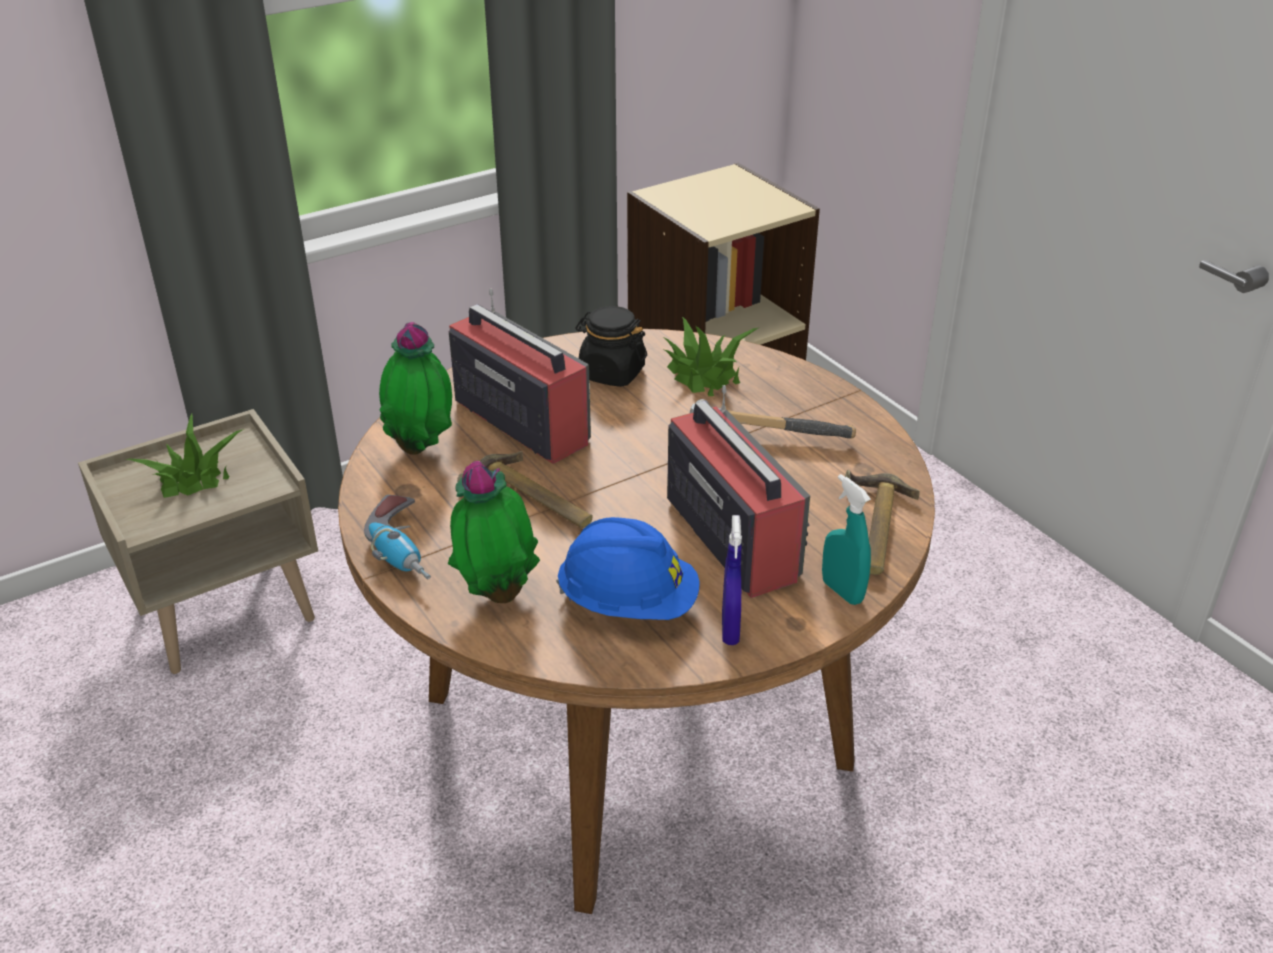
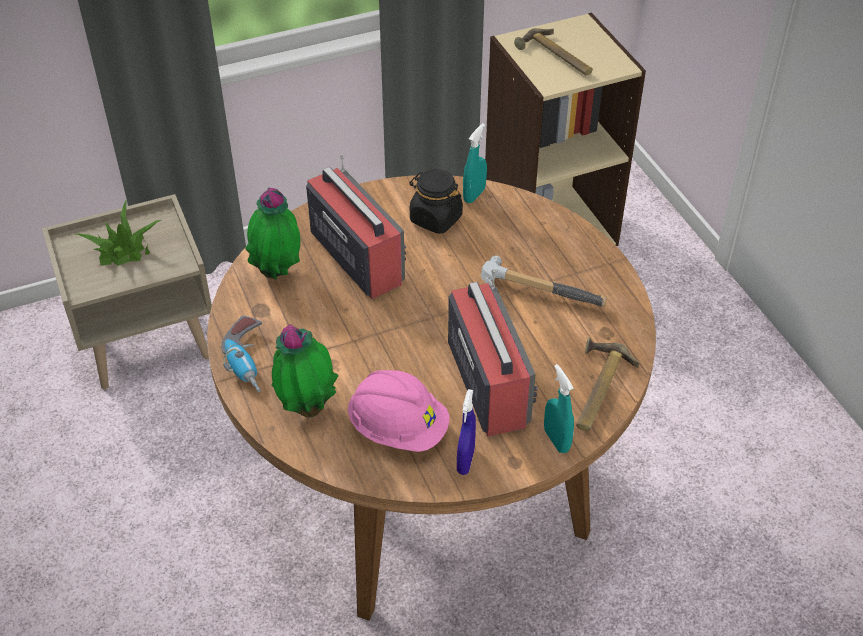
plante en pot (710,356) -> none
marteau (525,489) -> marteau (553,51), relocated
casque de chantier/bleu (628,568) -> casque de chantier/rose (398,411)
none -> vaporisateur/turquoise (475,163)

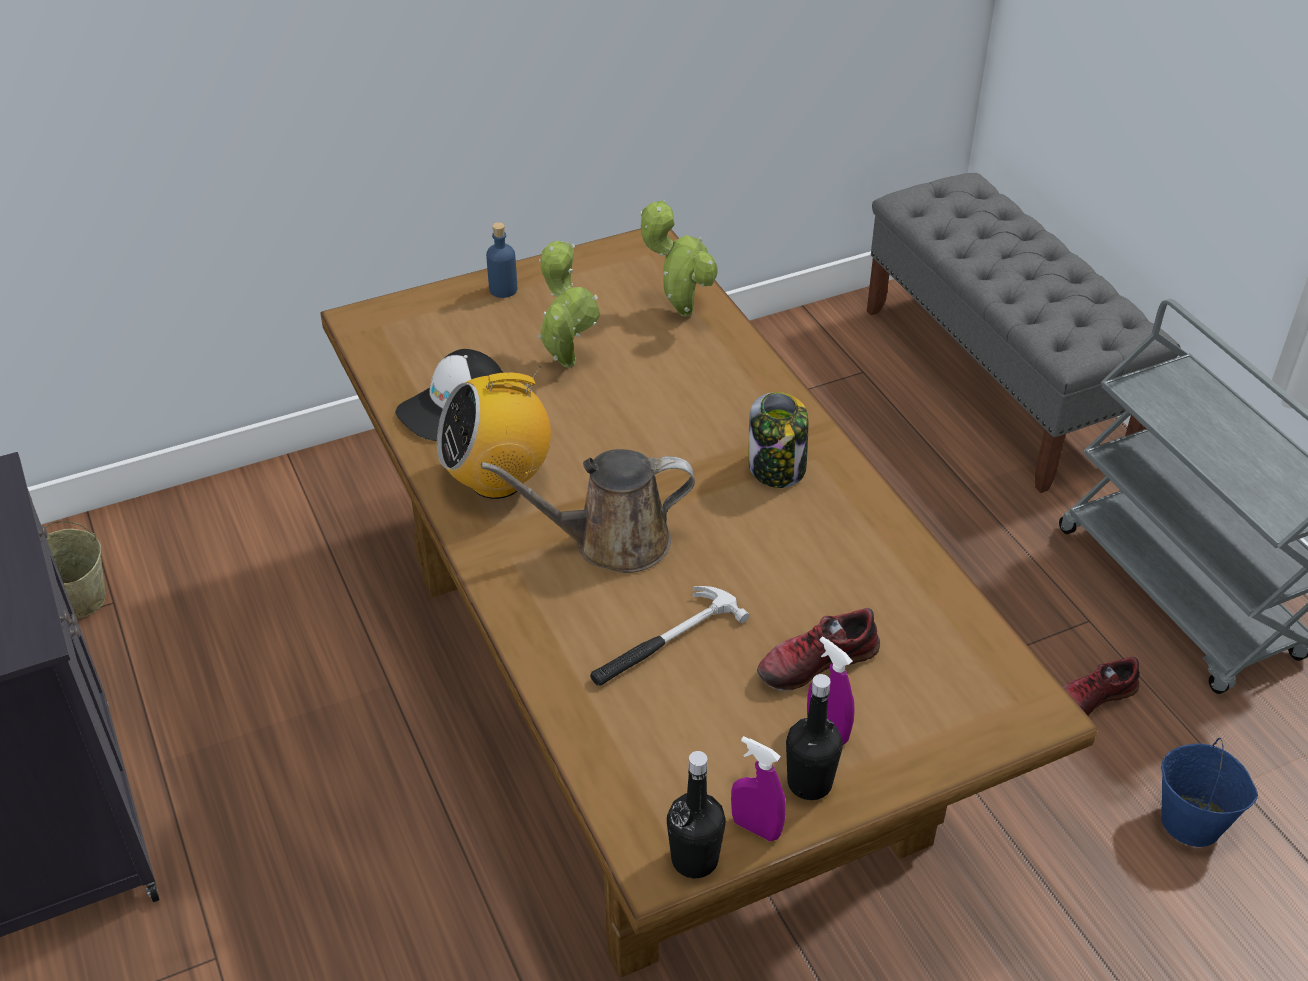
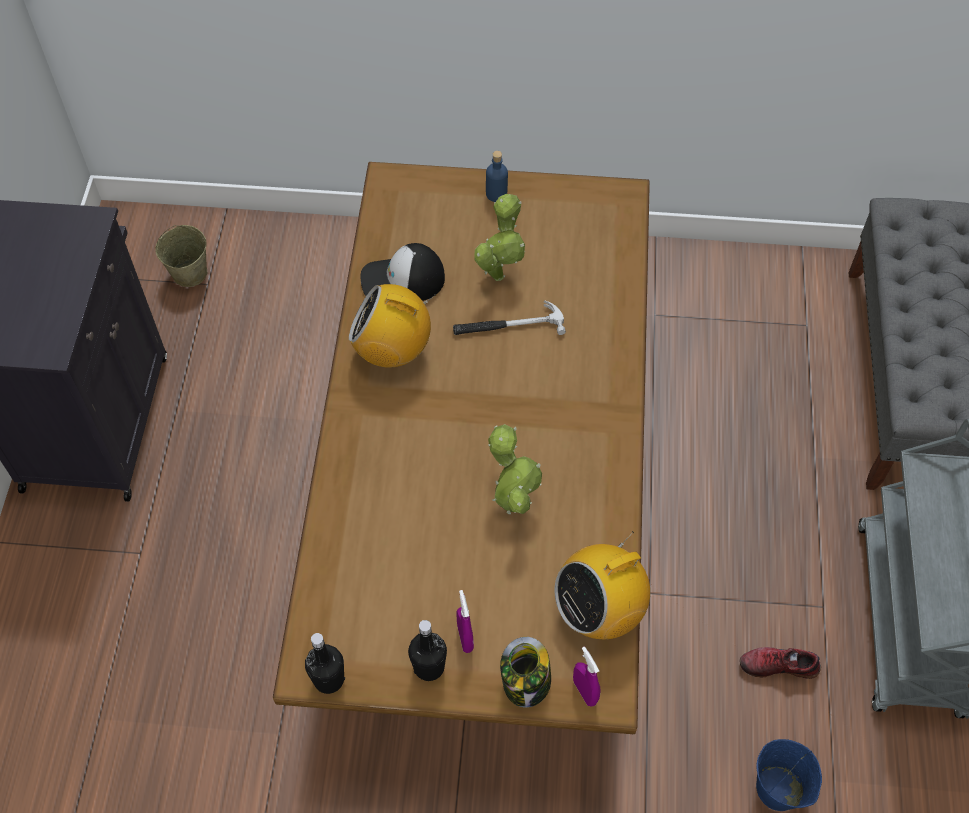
plante en pot (678,258) -> plante en pot (515,469), relocated
bocal (778,440) -> bocal (525,672), relocated
arrosoir/marron (588,511) -> none
marteau (669,636) -> marteau (509,317), relocated
chaussure (818,649) -> none
vaporisateur/violet (758,788) -> vaporisateur/violet (586,677), relocated
none -> radio (602,585)

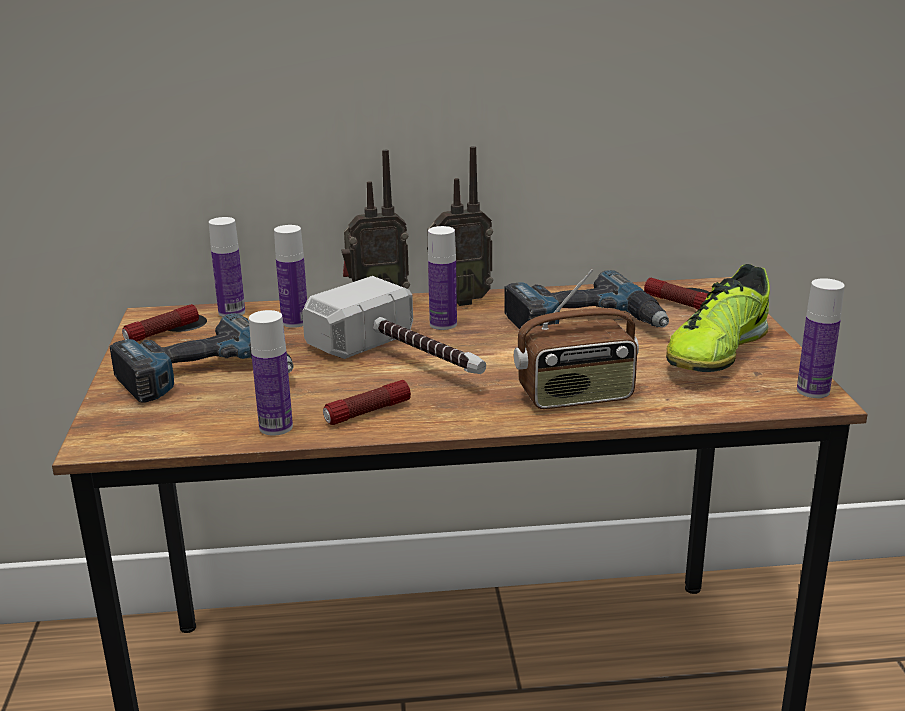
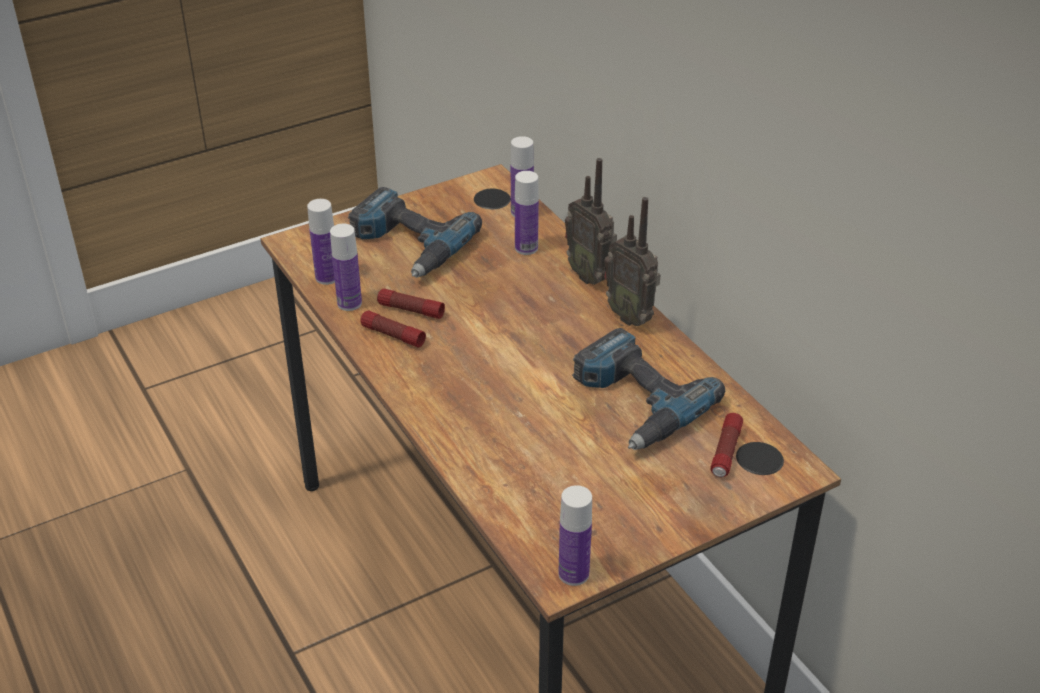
bouteille (442,278) -> bouteille (321,242), relocated
chaussure (718,318) -> none
radio (576,339) -> none
marteau (394,325) -> none
lampe de poche (160,323) -> lampe de poche (411,304), relocated

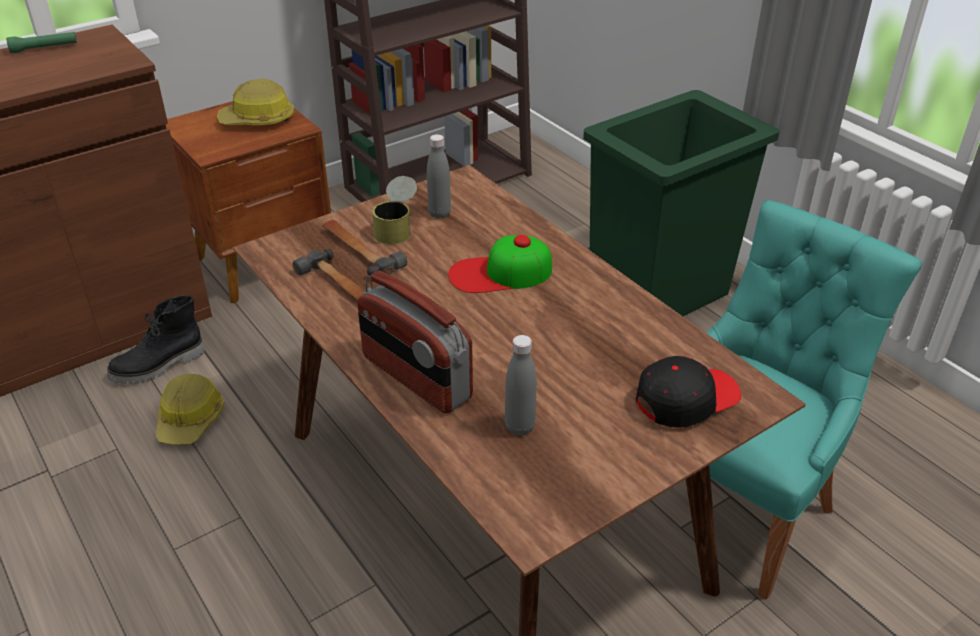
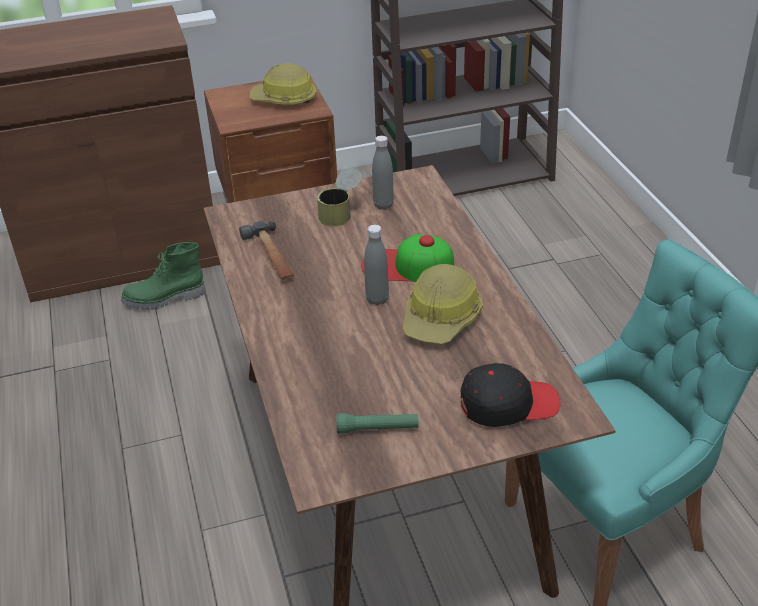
lampe de poche/vert (41,42) -> lampe de poche/vert (377,423), relocated
poubelle/vert (681,203) -> none
marteau (364,248) -> none
radio (415,342) -> none
botte/noir (156,339) -> botte/vert (163,276)
bouteille/gris (521,385) -> bouteille/gris (376,265), relocated
casque de chantier (190,409) -> casque de chantier (443,304), relocated

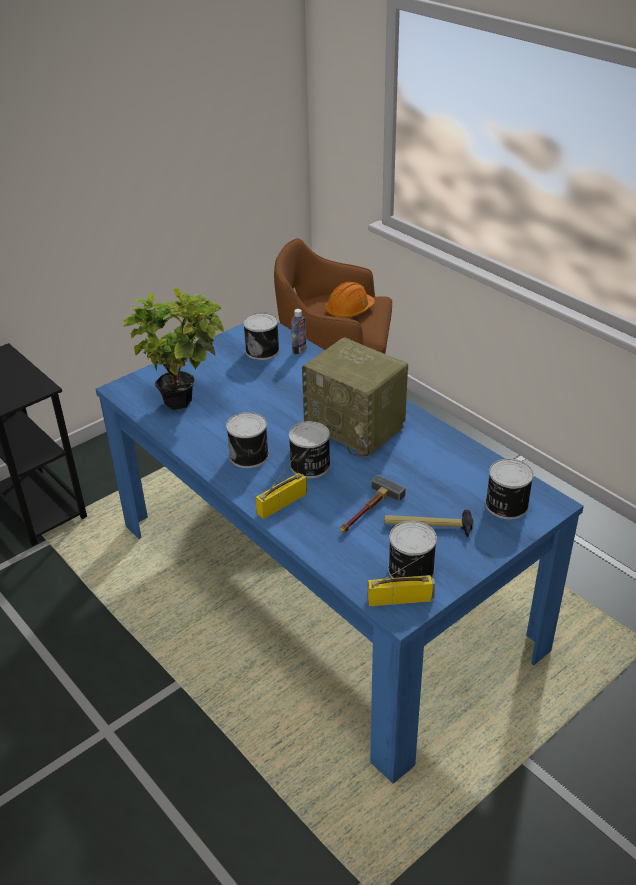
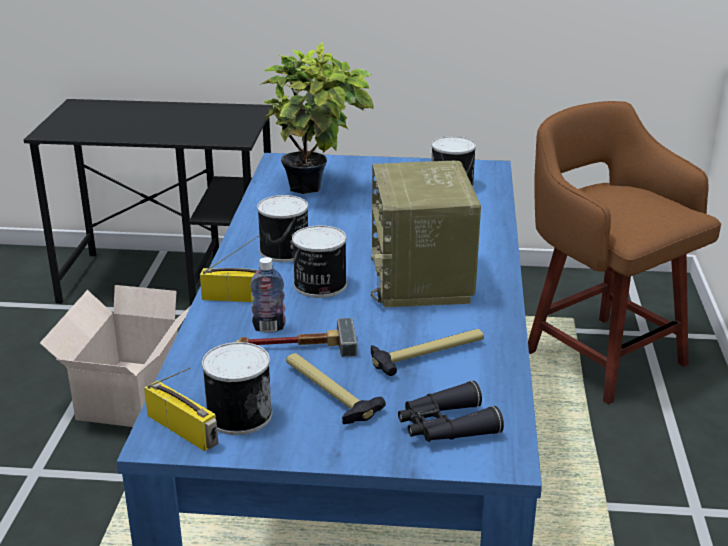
casque de chantier/orange (350,300) -> none
bouteille (299,332) -> bouteille (268,294), relocated
boîte métallique (509,489) -> jumelles/noir (451,411)
none -> carton (115,356)
none -> marteau (427,352)

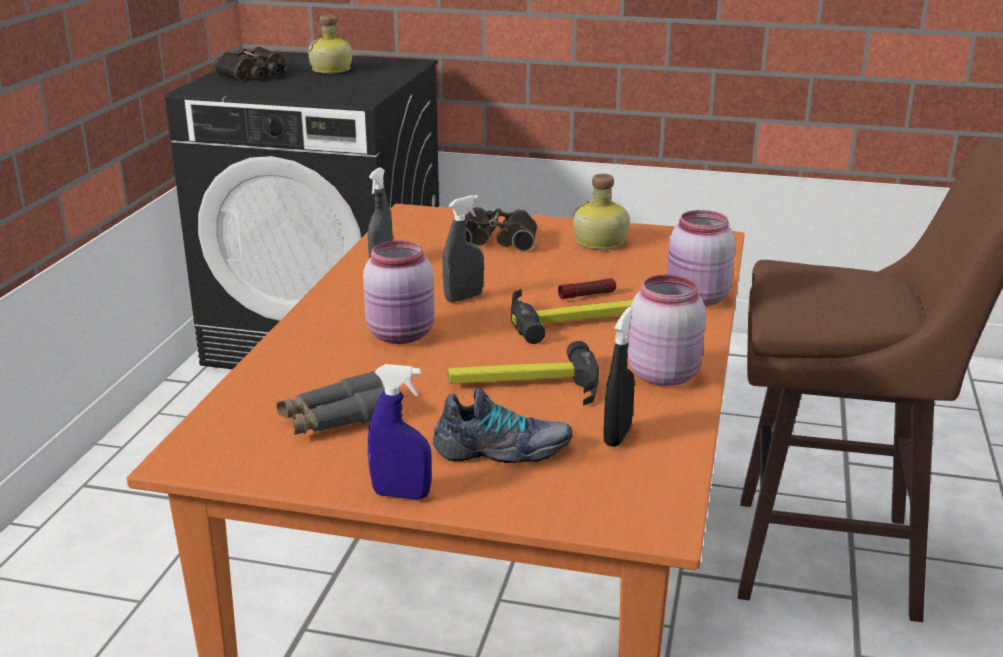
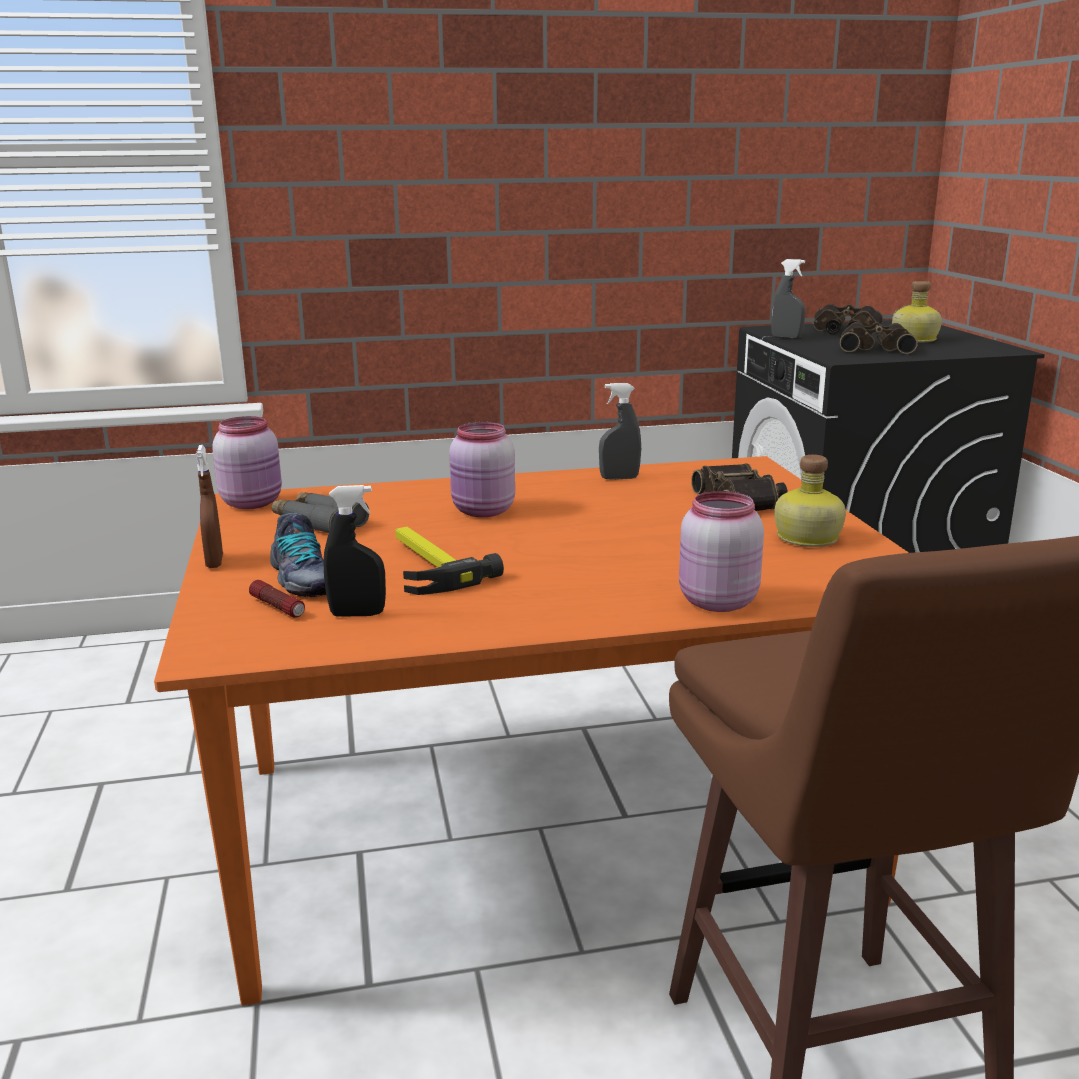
vaporisateur/gris (463,248) -> vaporisateur/gris (788,299), relocated
bocal/rose (667,330) -> bocal/rose (247,462), relocated
lampe de poche (587,288) -> lampe de poche (277,599), relocated
marteau (572,316) -> none
vaporisateur/bleu (400,432) -> vaporisateur/marron (209,506)
none -> jumelles (878,338)

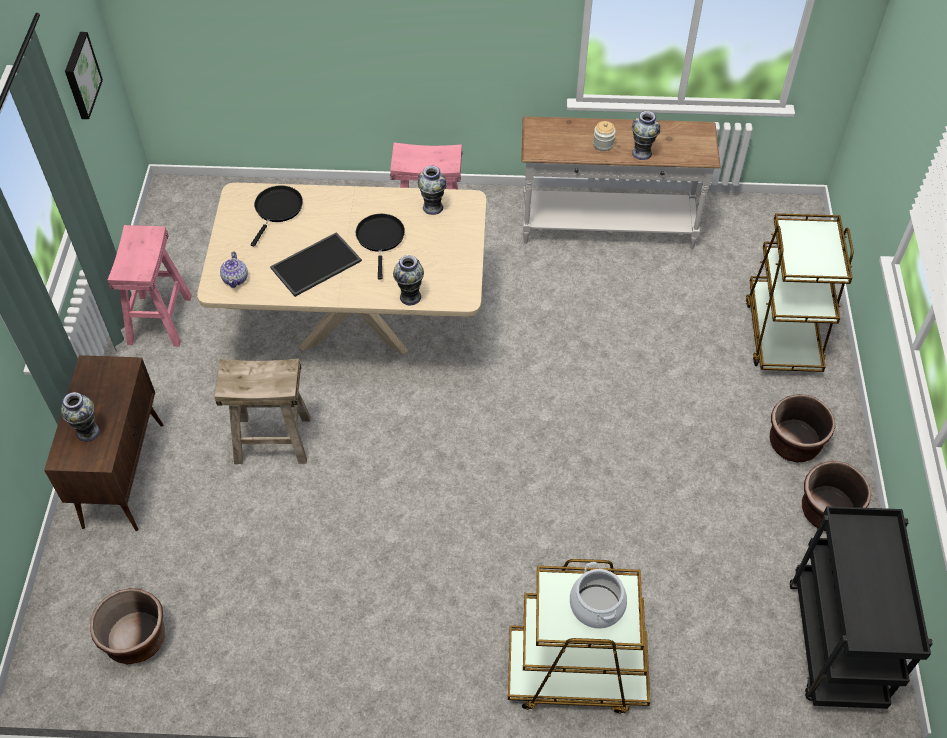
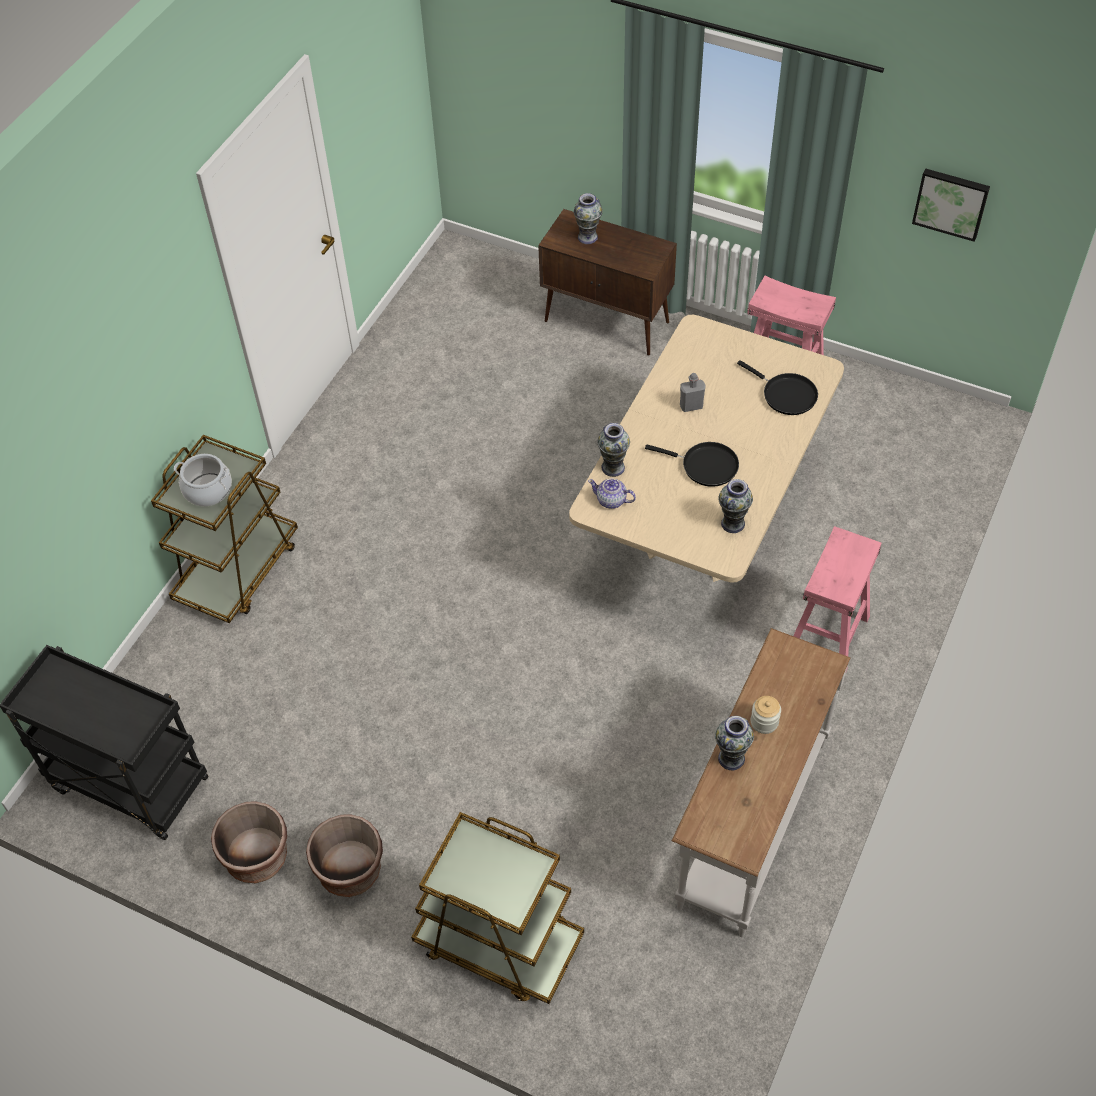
plateau (316,264) -> bouteille/gris (693,392)
théière (234,269) -> théière (612,493), relocated
tabouret/beige (262,411) -> none
cache-pot/marron (127,626) -> none

